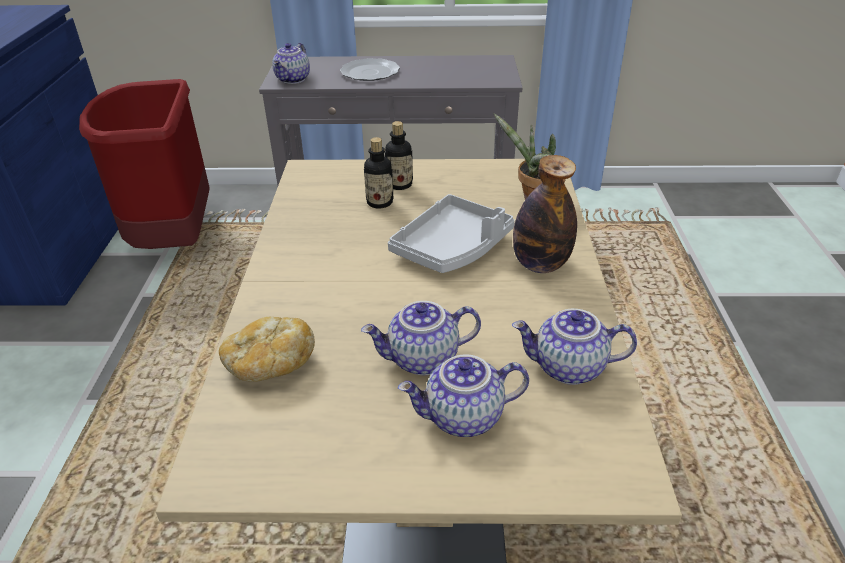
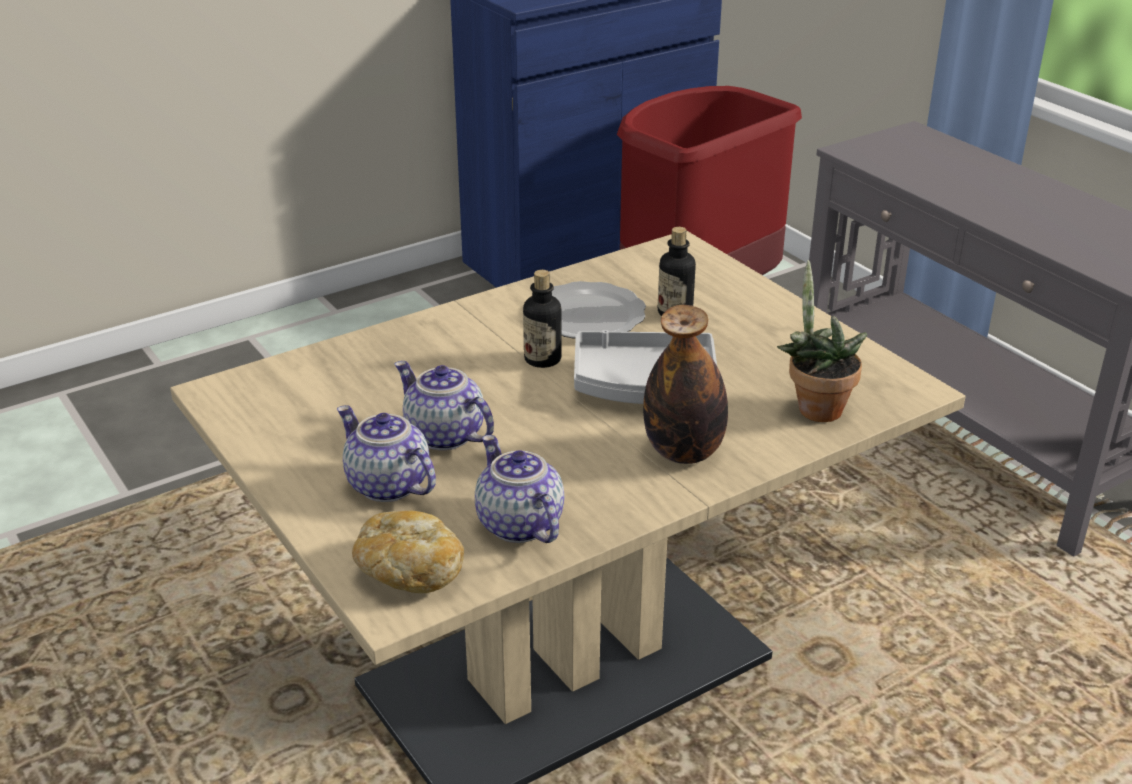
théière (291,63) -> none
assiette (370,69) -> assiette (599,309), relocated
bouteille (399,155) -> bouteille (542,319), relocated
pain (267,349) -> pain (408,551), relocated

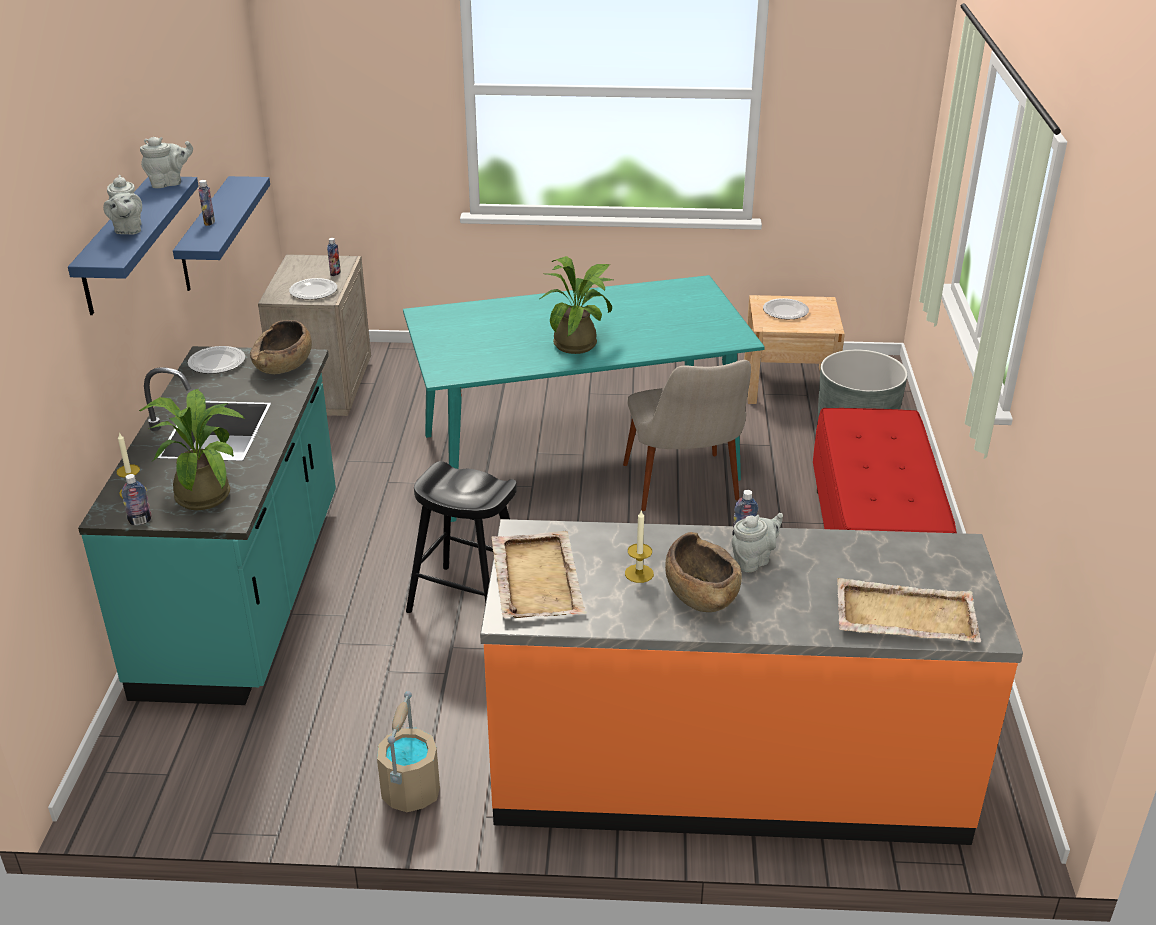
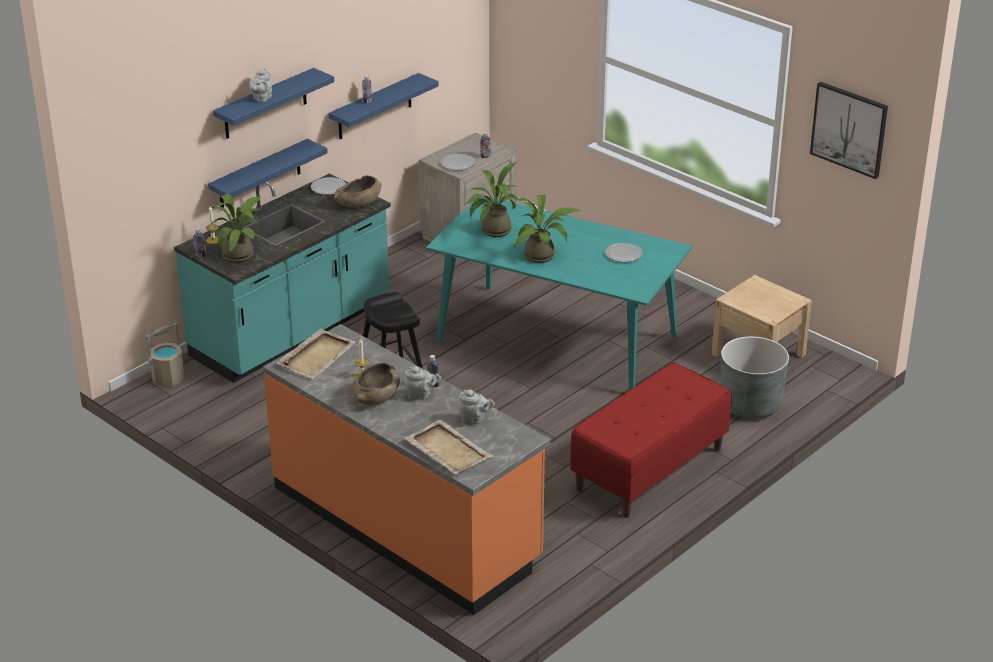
théière/gris (166,162) -> théière/gris (476,406), relocated
assiette (786,308) -> assiette (624,252), relocated
chaise/beige (687,435) -> none
seau/beige (408,751) -> seau/beige (165,354), relocated
none -> tableau (849,130)
none -> étagère/bleu (268,173)
none -> plante en pot (491,200)

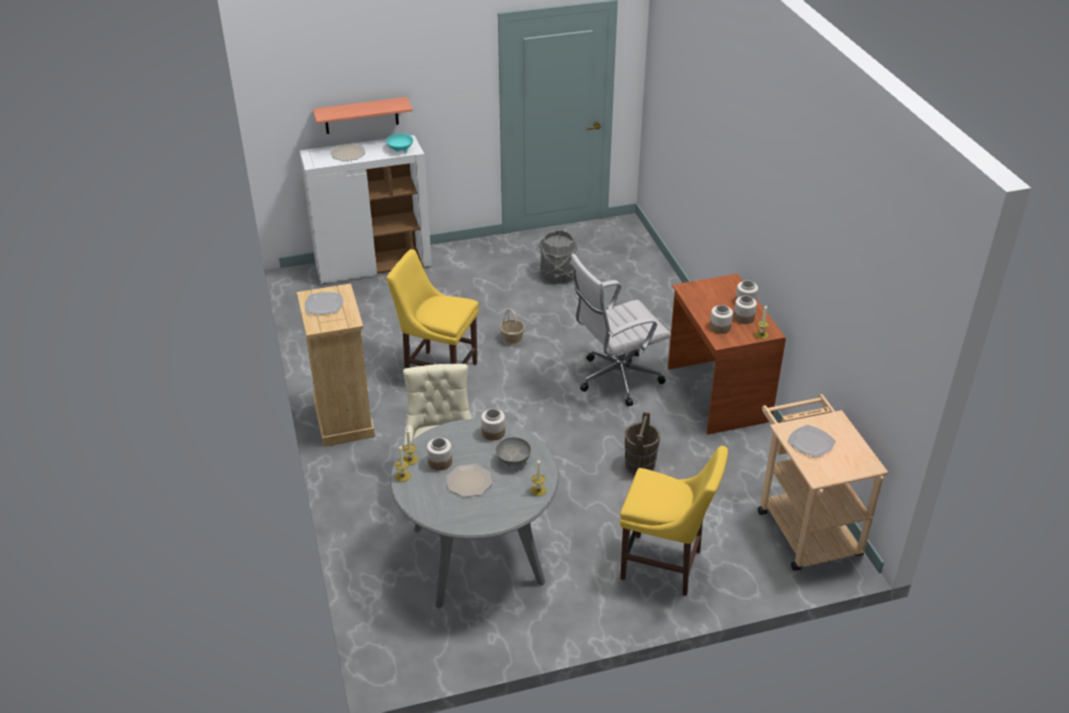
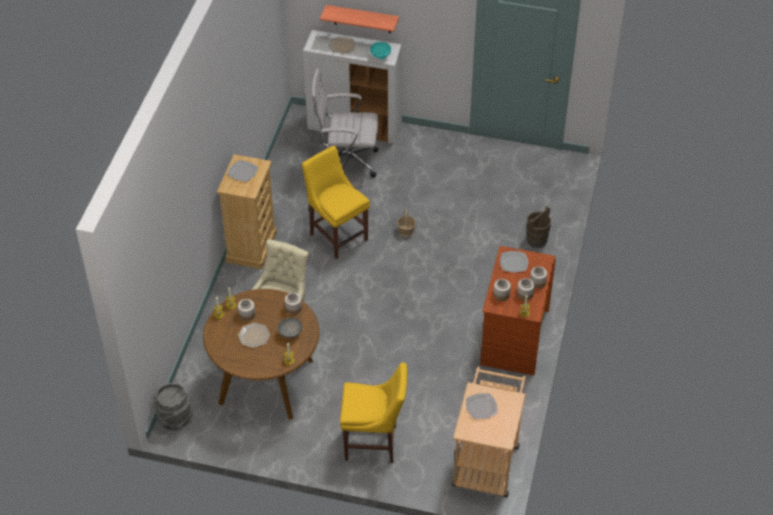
seau/gris (558,257) -> seau/gris (173,407), relocated
chaise de bureau/blanc (620,330) -> chaise de bureau/blanc (345,123), relocated
seau/marron (642,443) -> seau/marron (538,227), relocated
table à manger/gris (474,513) -> table à manger/marron (261,354)
chaise/jaune (674,521) -> chaise/jaune (373,413), 45 degrees counterclockwise
none -> assiette (514,262)

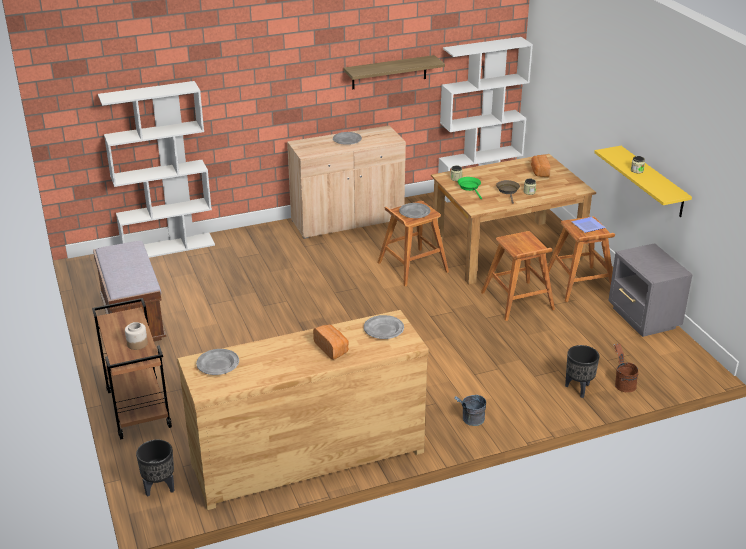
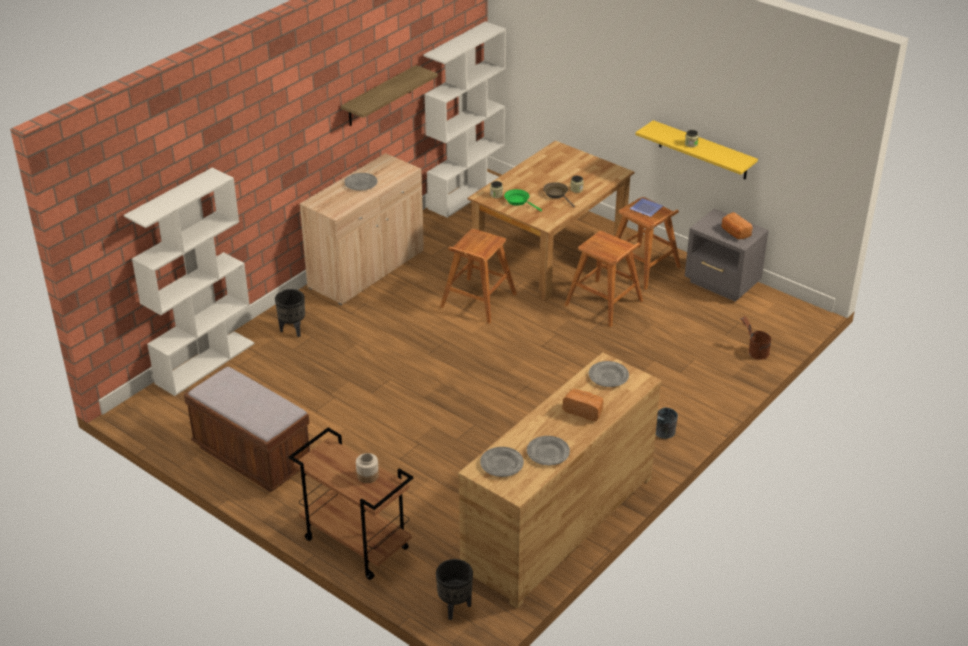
pain (541,166) -> pain (737,225), relocated
assiette/gris (414,210) -> assiette/gris (548,450), relocated
cache-pot/noir (582,371) -> cache-pot/noir (290,313), relocated

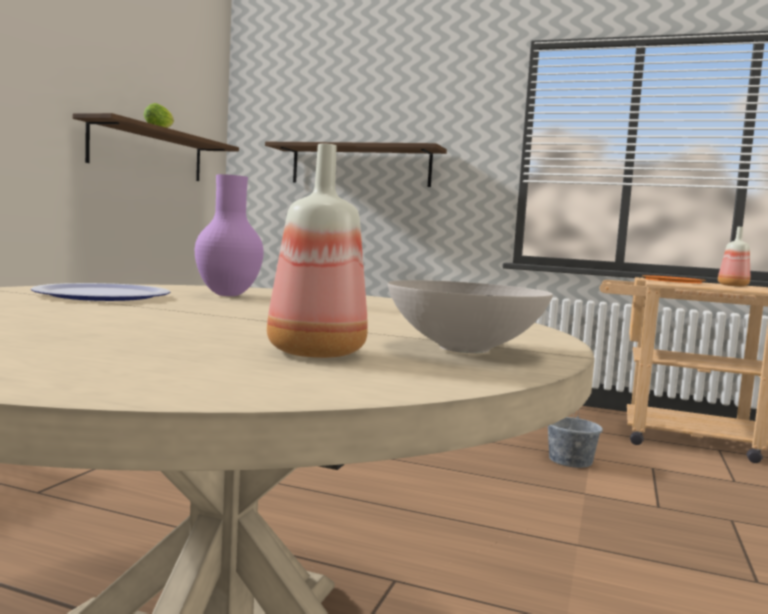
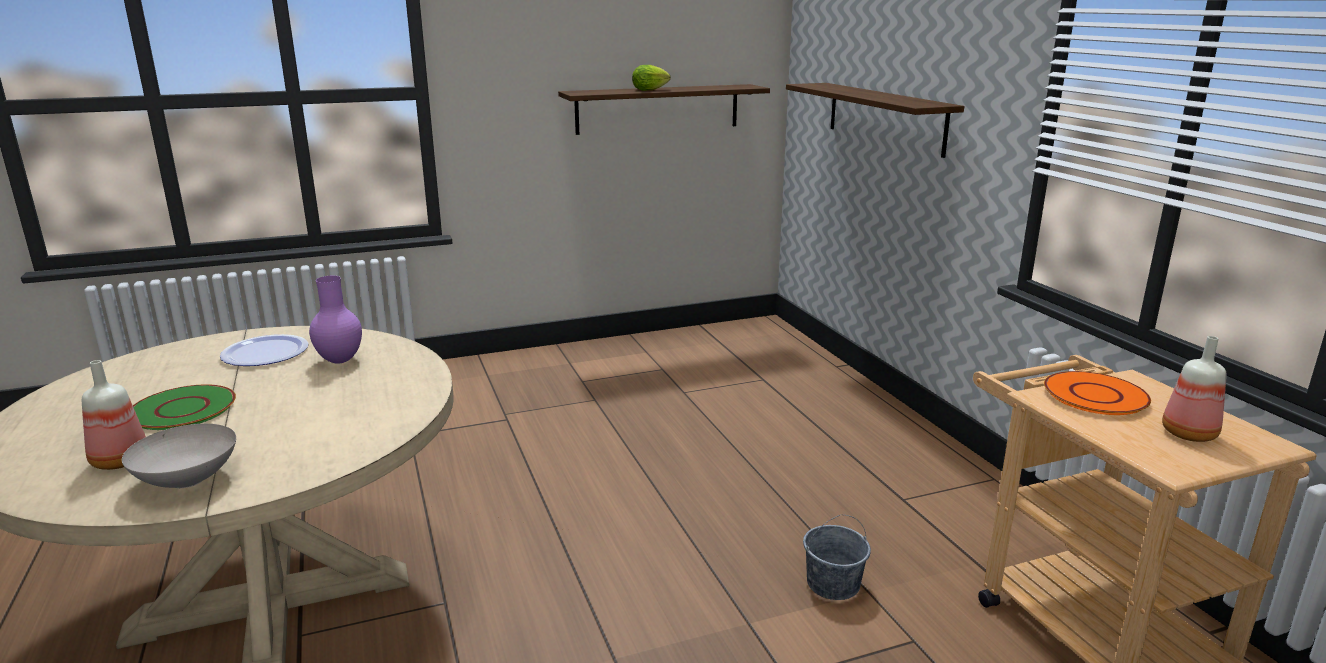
none -> assiette/vert (184,407)

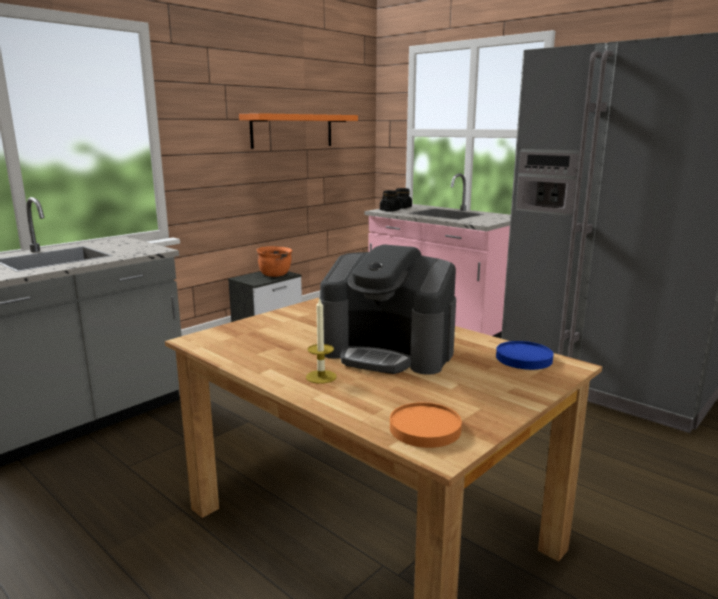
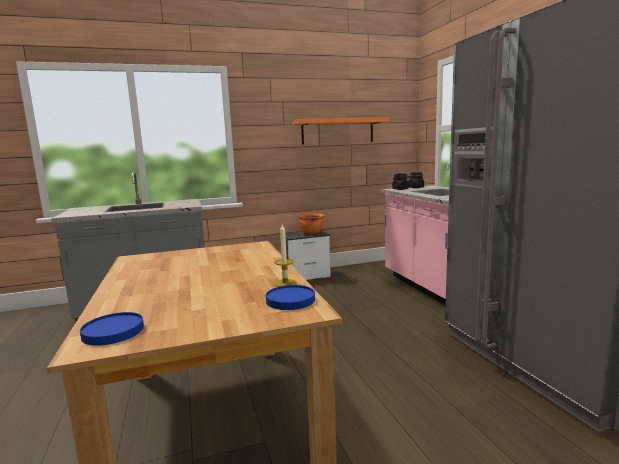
machine à café (388,309) -> none
bougie (321,340) -> bougie (285,255), relocated
assiette/orange (426,425) -> assiette/bleu (112,329)

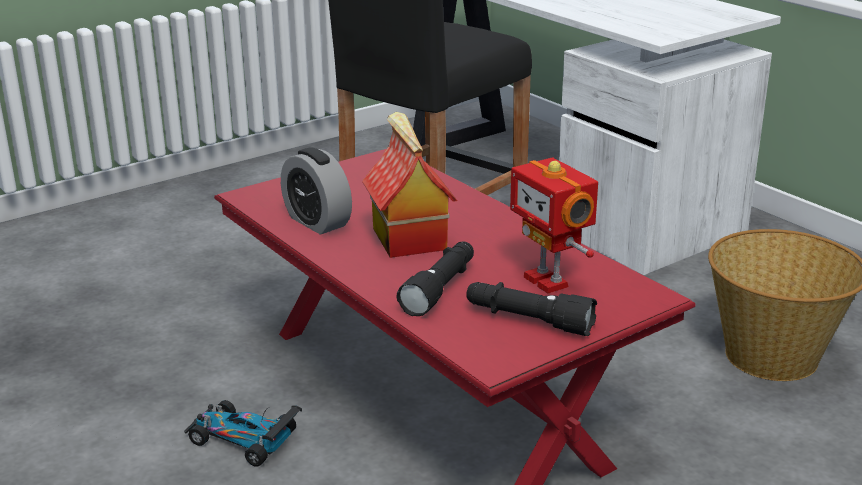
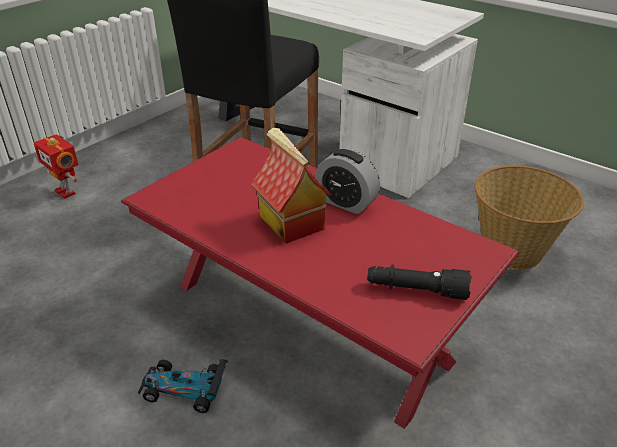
réveil (316,191) -> réveil (347,181), relocated
robot jouet (554,225) -> robot jouet (56,166), relocated
lampe de poche/noir (435,279) -> none

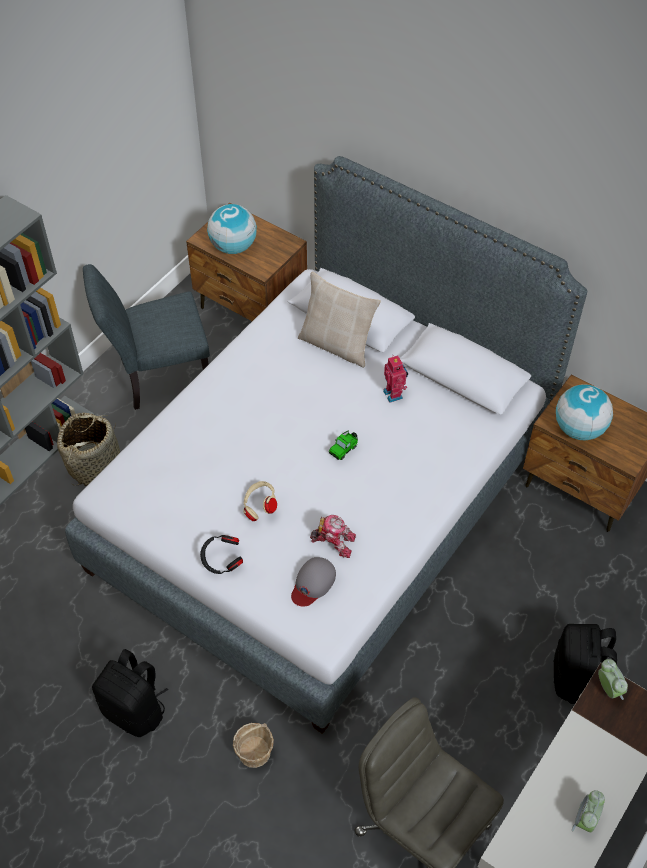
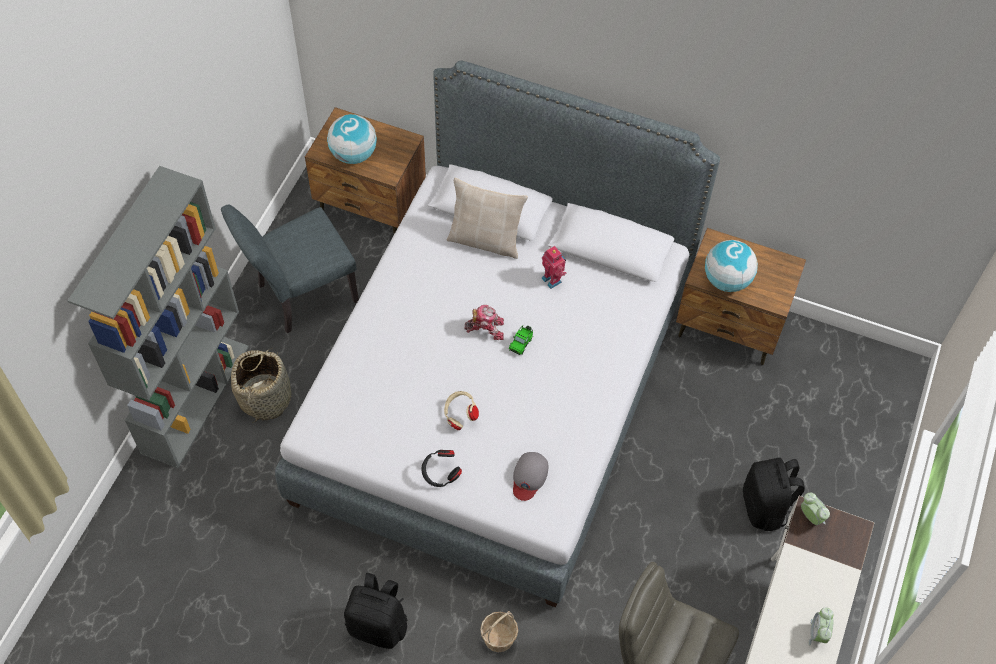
robot jouet (333,536) -> robot jouet (484,322), relocated

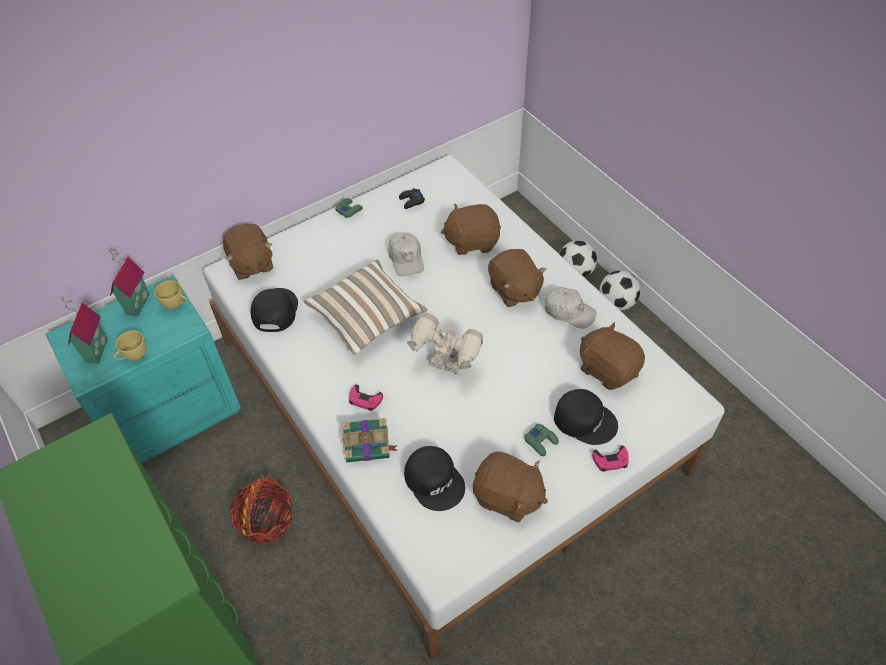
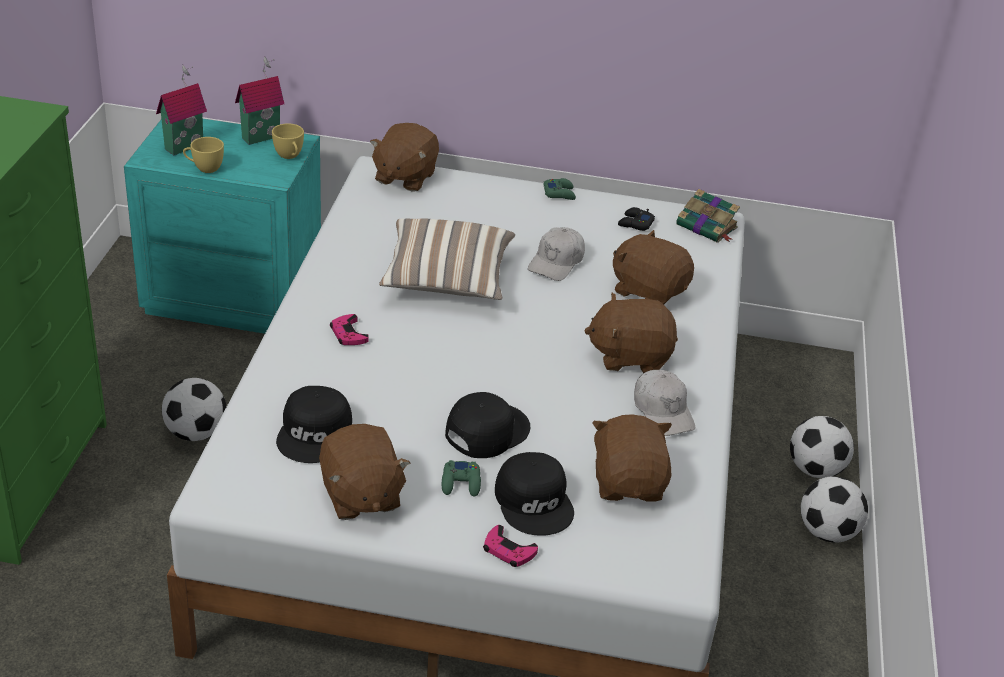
peluche/marron (517,278) -> peluche/marron (631,333), 75 degrees clockwise
casquette/noir (274,310) -> casquette/noir (487,425), relocated
robot jouet (445,343) -> none
livre (370,440) -> livre (708,216), relocated
panier (261,510) -> ballon de foot (194,409)

